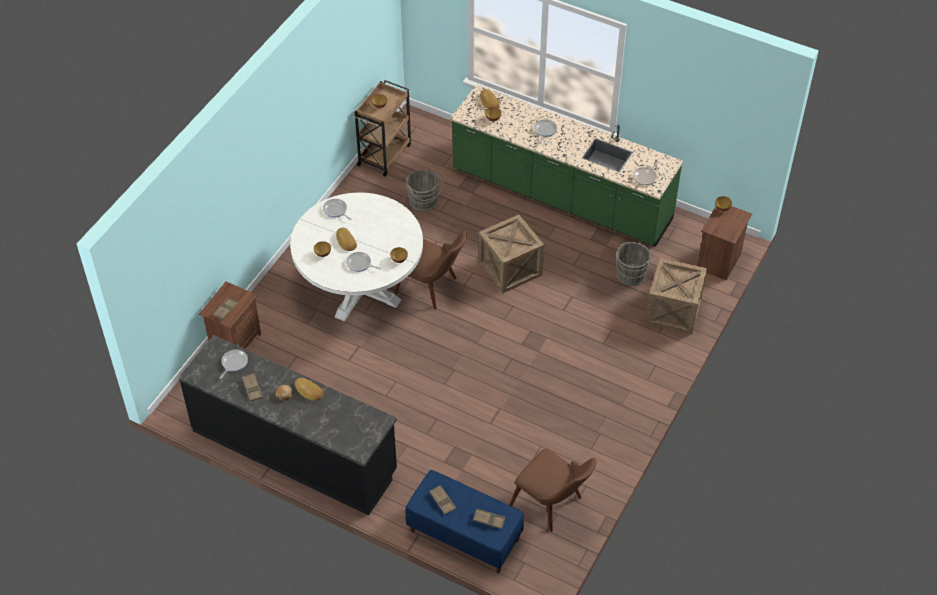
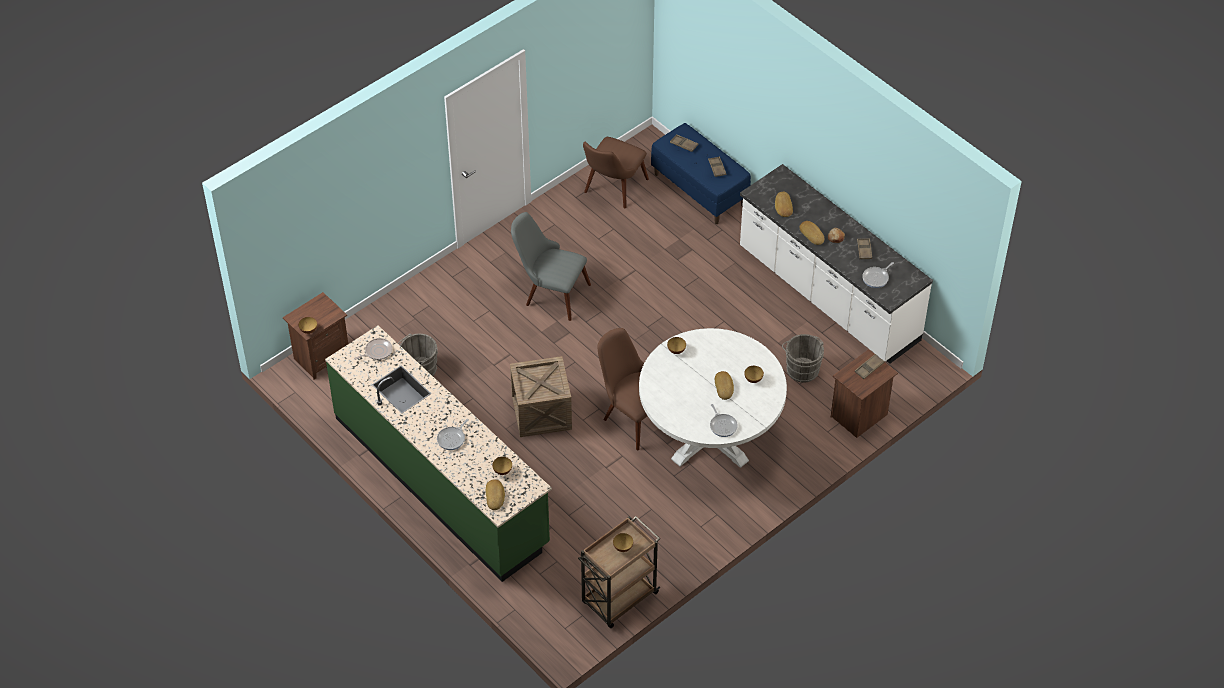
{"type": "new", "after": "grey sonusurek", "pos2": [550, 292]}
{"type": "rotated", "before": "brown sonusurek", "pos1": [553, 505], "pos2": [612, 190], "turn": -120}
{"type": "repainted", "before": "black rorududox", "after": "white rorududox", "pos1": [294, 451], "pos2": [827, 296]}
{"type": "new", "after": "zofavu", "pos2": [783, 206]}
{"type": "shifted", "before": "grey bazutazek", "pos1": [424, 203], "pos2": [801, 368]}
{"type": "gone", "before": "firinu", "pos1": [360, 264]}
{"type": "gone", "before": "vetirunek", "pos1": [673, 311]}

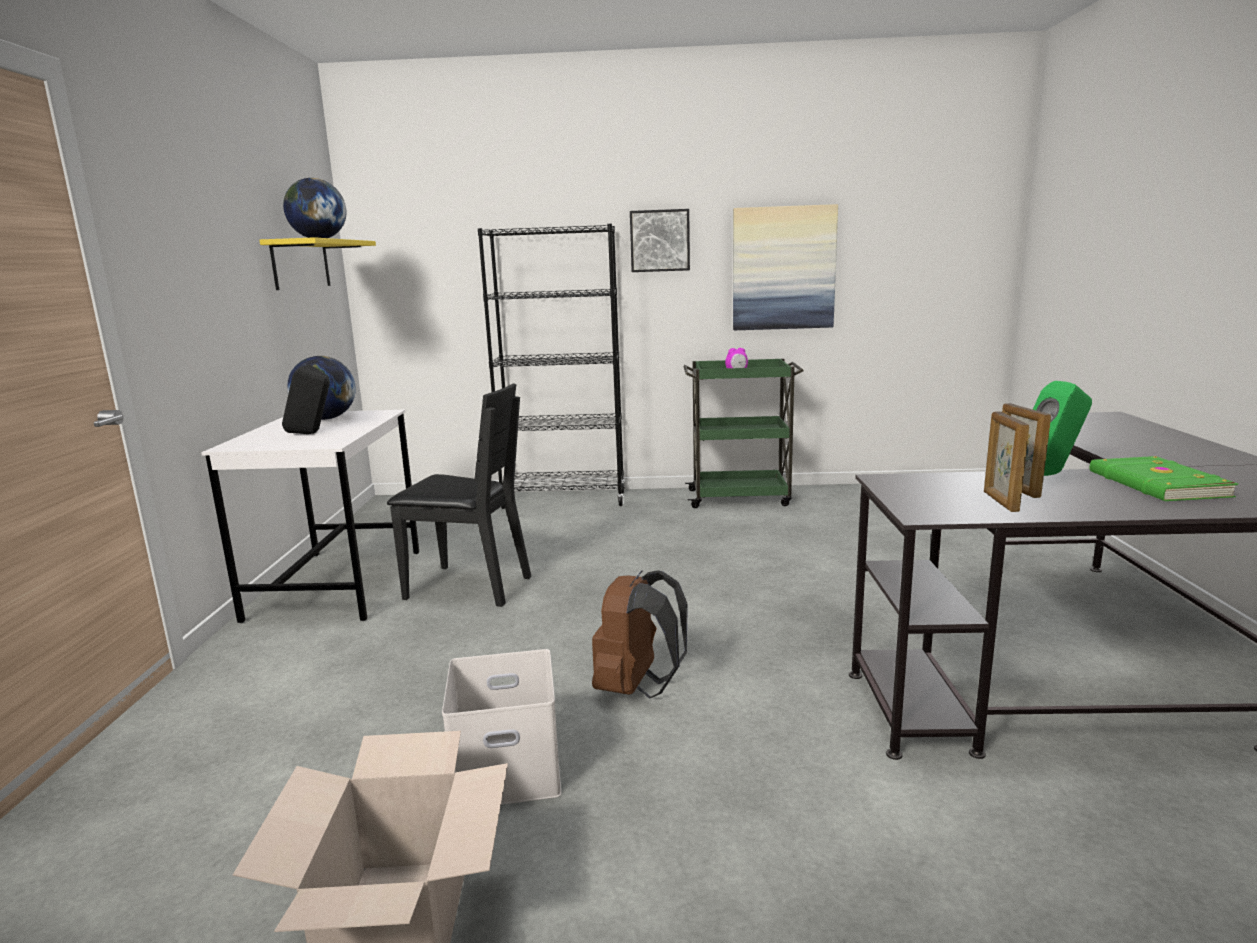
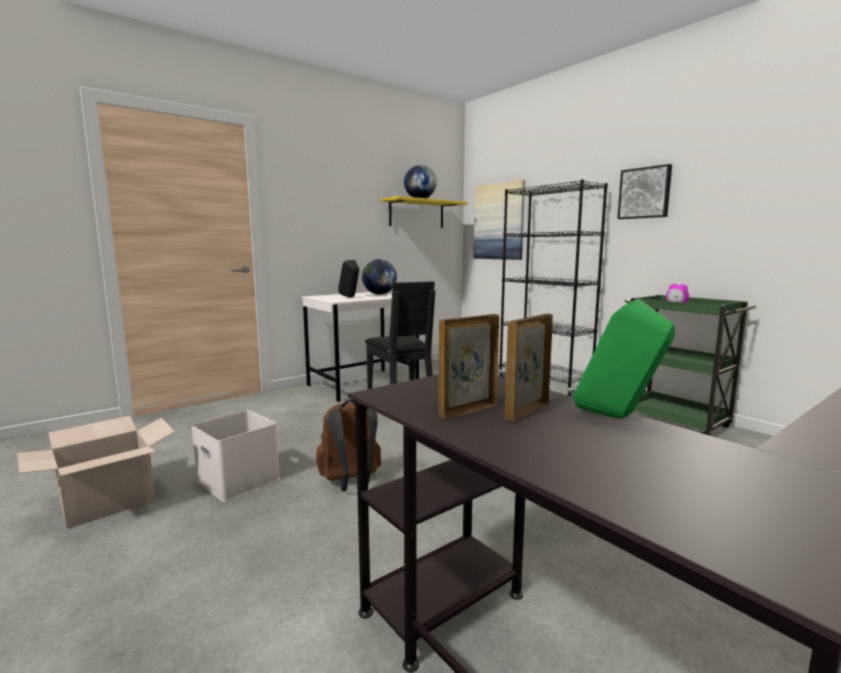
{"type": "shifted", "before": "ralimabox", "pos1": [783, 268], "pos2": [499, 221]}
{"type": "gone", "before": "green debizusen", "pos1": [1156, 484]}

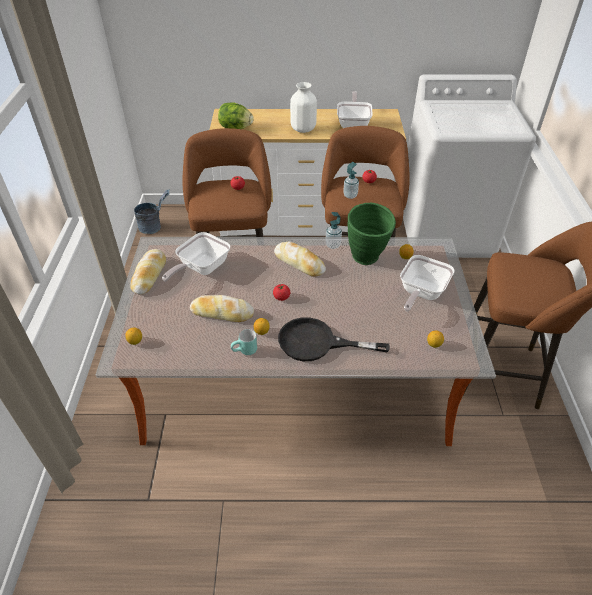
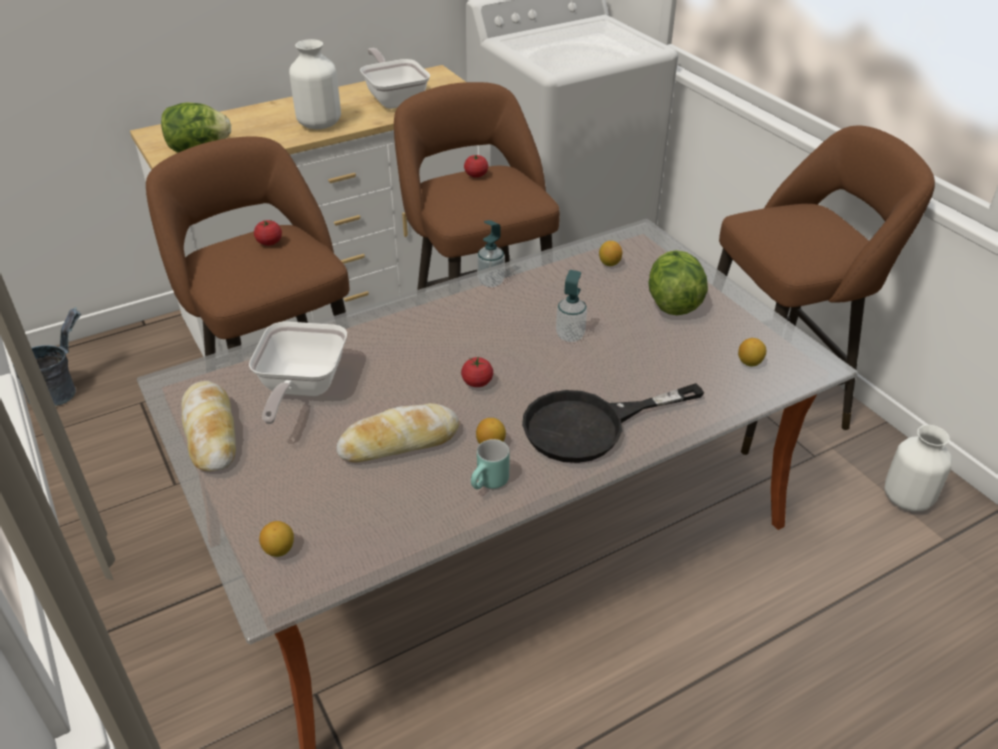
{"type": "shifted", "before": "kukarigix", "pos1": [350, 195], "pos2": [570, 335]}
{"type": "swapped", "before": "firinu", "after": "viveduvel", "pos1": [420, 293], "pos2": [673, 303]}
{"type": "new", "after": "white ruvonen", "pos2": [907, 499]}
{"type": "gone", "before": "zofavu", "pos1": [299, 263]}
{"type": "gone", "before": "green ruvonen", "pos1": [367, 260]}

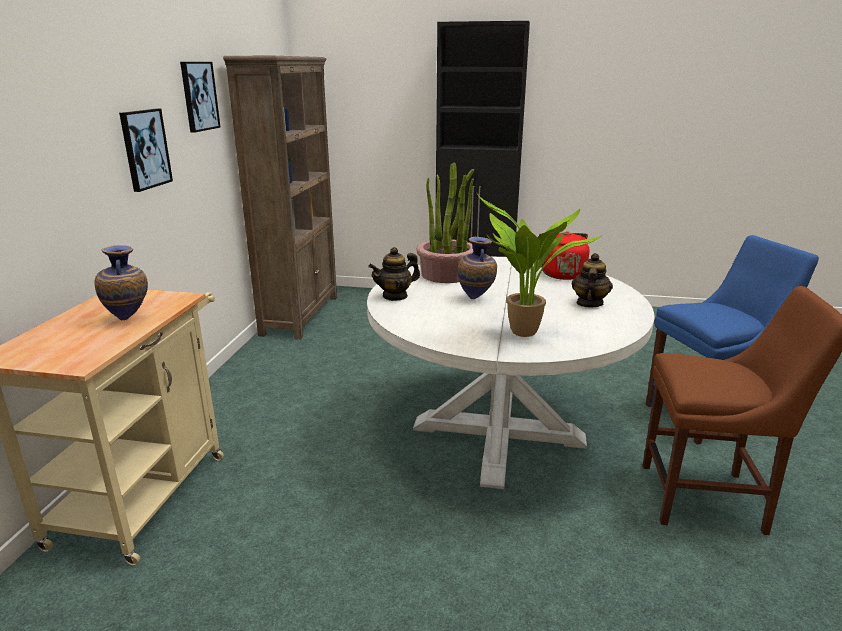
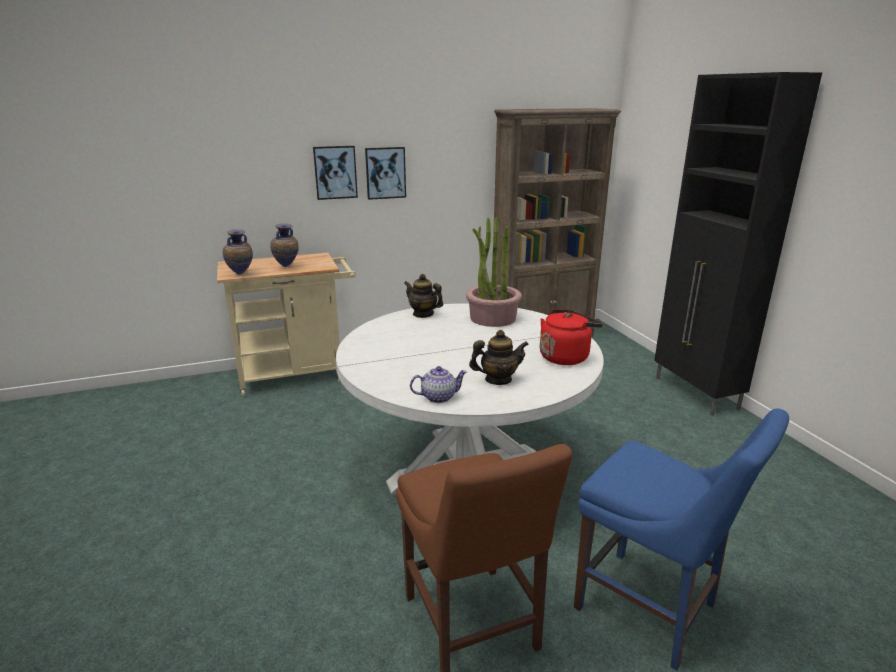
{"type": "shifted", "before": "ruvonen", "pos1": [476, 298], "pos2": [240, 275]}
{"type": "shifted", "before": "ralimabox", "pos1": [199, 96], "pos2": [335, 172]}
{"type": "new", "after": "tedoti", "pos2": [438, 397]}
{"type": "gone", "before": "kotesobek", "pos1": [523, 334]}

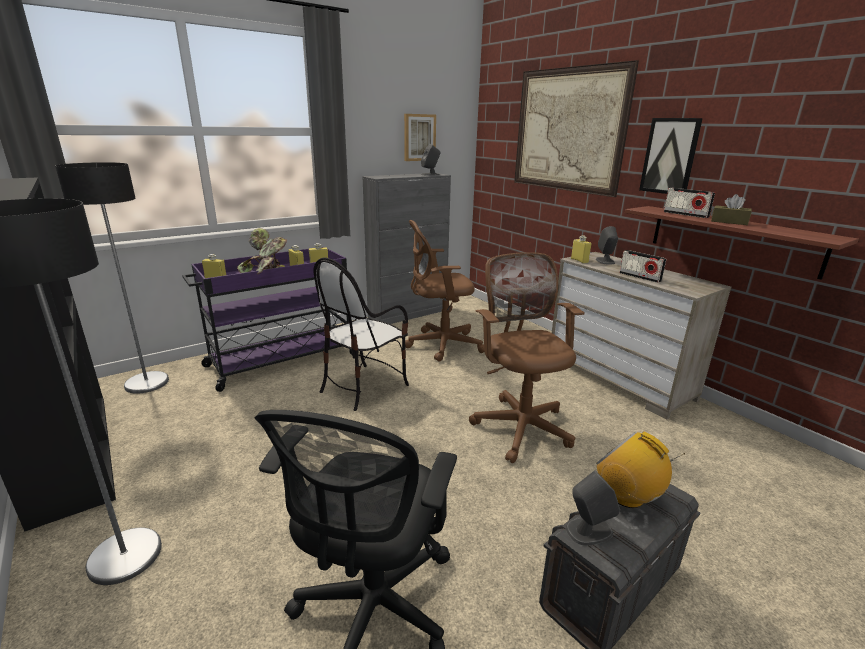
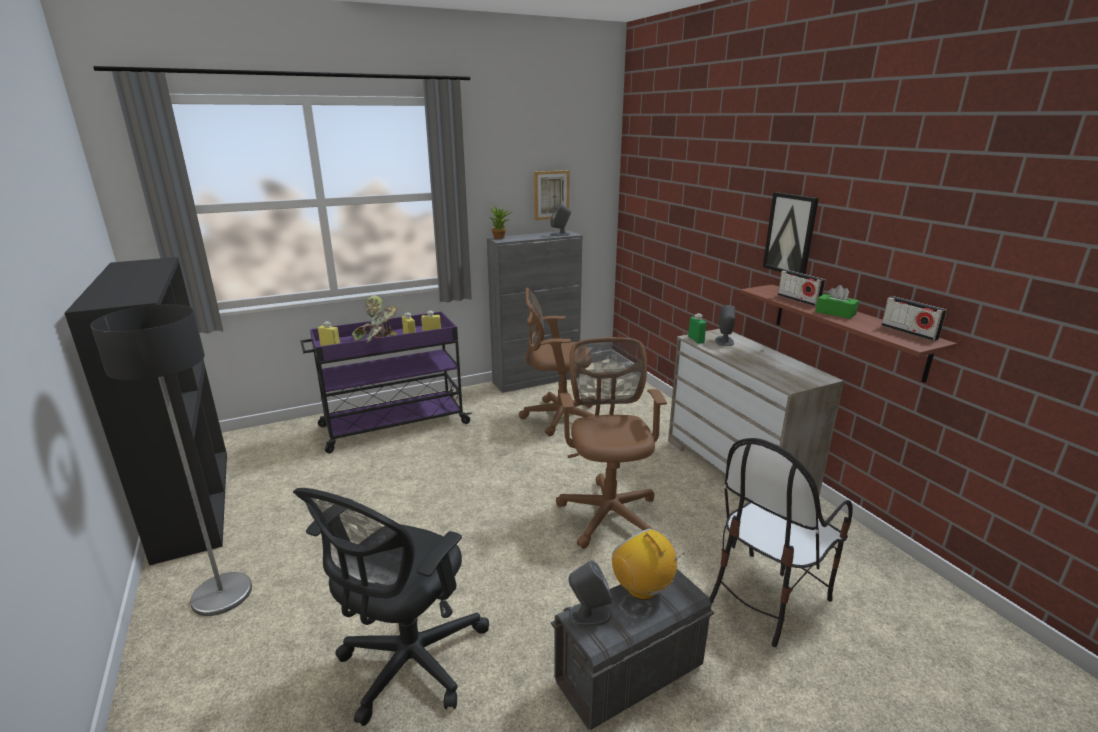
{"type": "new", "after": "kotesobek", "pos2": [501, 238]}
{"type": "repainted", "before": "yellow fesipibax", "after": "green fesipibax", "pos1": [579, 261], "pos2": [696, 340]}
{"type": "shifted", "before": "sonusurek", "pos1": [363, 386], "pos2": [766, 597]}
{"type": "repainted", "before": "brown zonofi", "after": "green zonofi", "pos1": [729, 222], "pos2": [835, 313]}
{"type": "shifted", "before": "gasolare", "pos1": [640, 277], "pos2": [909, 332]}
{"type": "gone", "before": "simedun", "pos1": [147, 383]}
{"type": "gone", "before": "ralimabox", "pos1": [568, 130]}

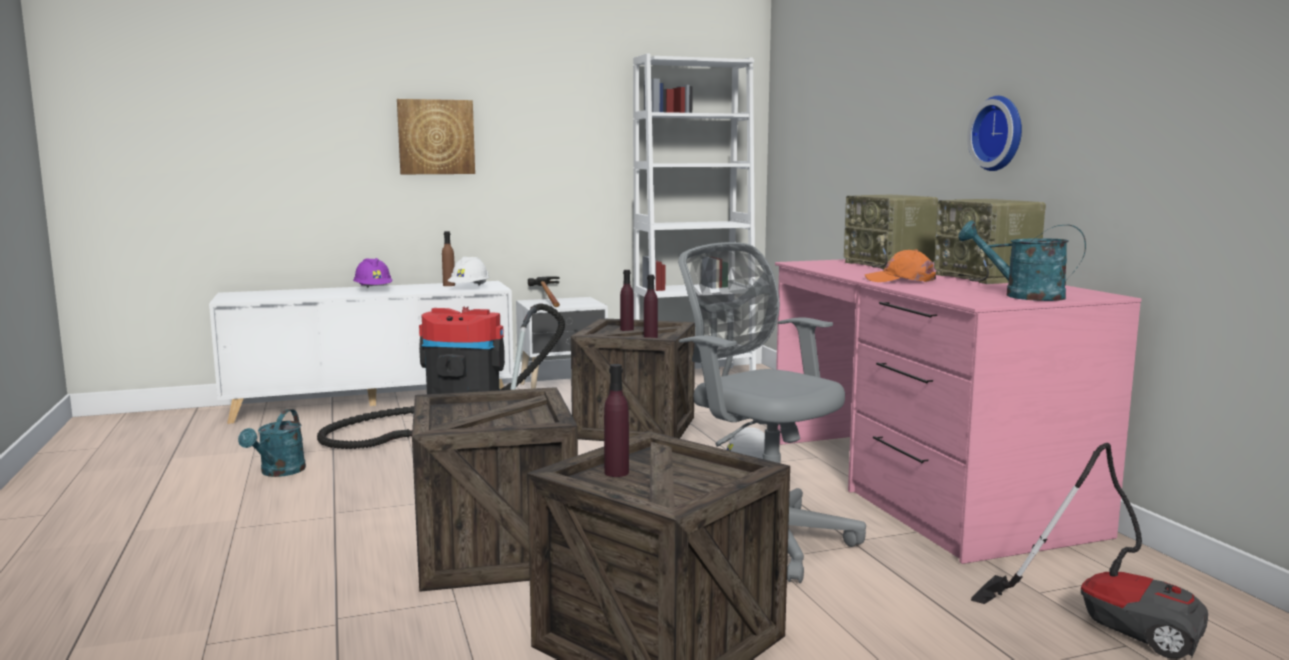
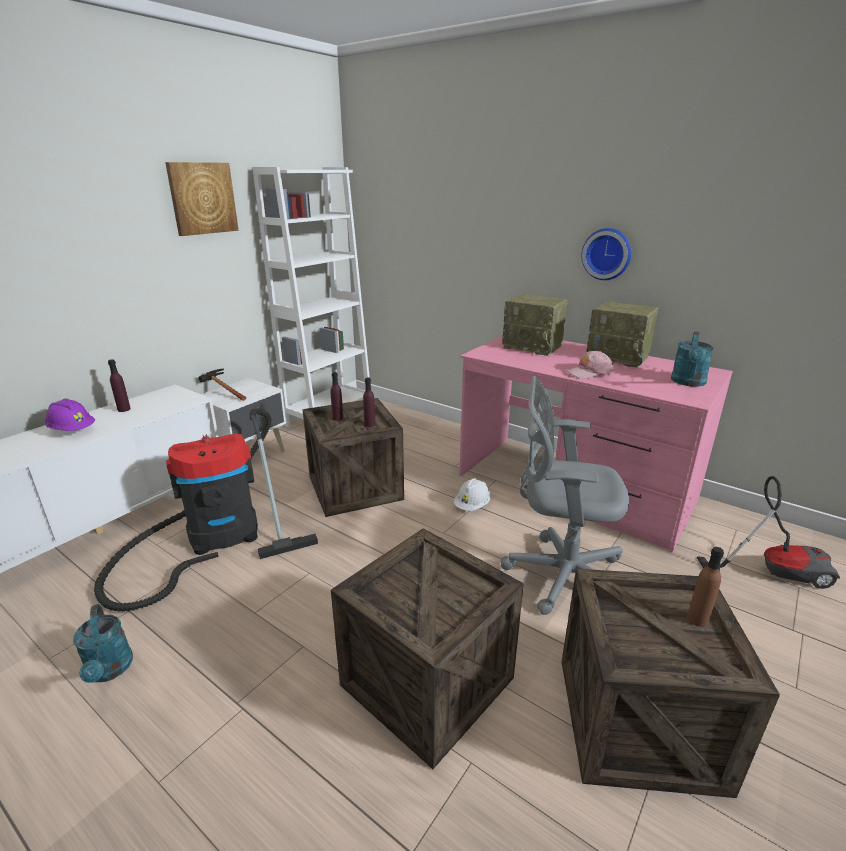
{"type": "shifted", "before": "purple fesipibax", "pos1": [616, 472], "pos2": [124, 409]}
{"type": "shifted", "before": "ralimabox", "pos1": [436, 137], "pos2": [202, 198]}
{"type": "repainted", "before": "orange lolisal", "after": "pink lolisal", "pos1": [900, 280], "pos2": [589, 372]}
{"type": "rotated", "before": "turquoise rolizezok", "pos1": [1022, 296], "pos2": [688, 382], "turn": -60}
{"type": "shifted", "before": "brown fesipibax", "pos1": [449, 285], "pos2": [697, 619]}
{"type": "gone", "before": "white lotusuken", "pos1": [469, 288]}

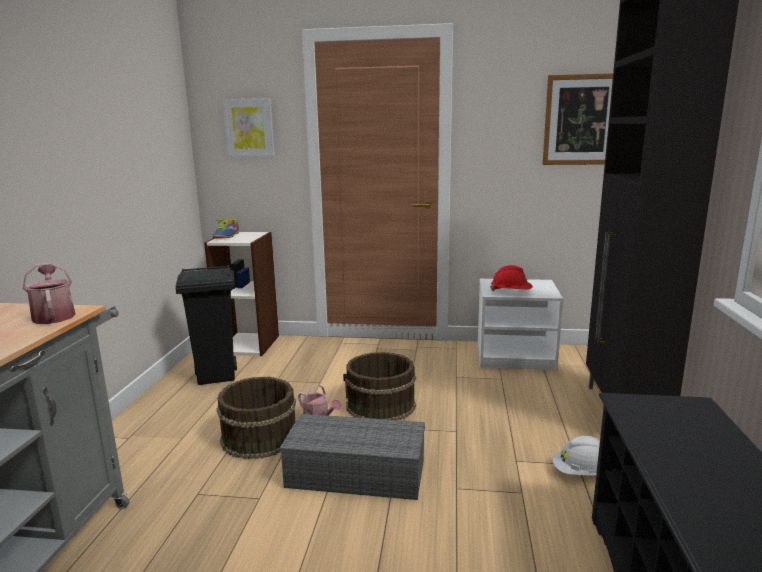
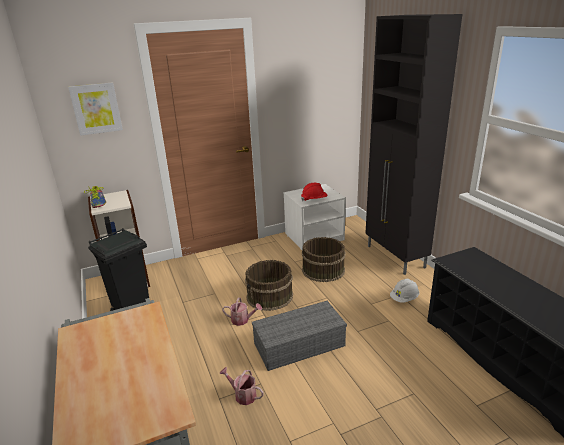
{"type": "shifted", "before": "rolizezok", "pos1": [53, 315], "pos2": [242, 395]}
{"type": "shifted", "before": "brown bazutazek", "pos1": [258, 437], "pos2": [323, 270]}
{"type": "gone", "before": "ralimabox", "pos1": [581, 120]}

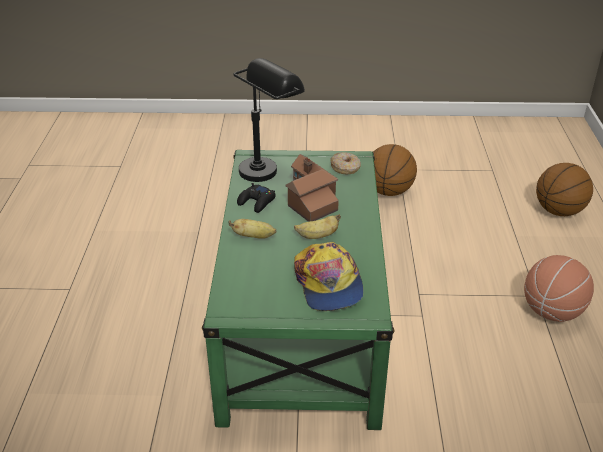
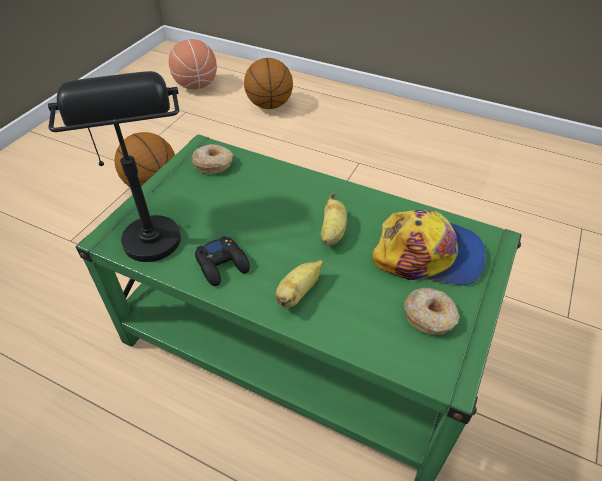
{"type": "shifted", "before": "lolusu", "pos1": [552, 311], "pos2": [196, 85]}
{"type": "new", "after": "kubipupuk", "pos2": [429, 316]}
{"type": "gone", "before": "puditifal", "pos1": [310, 200]}

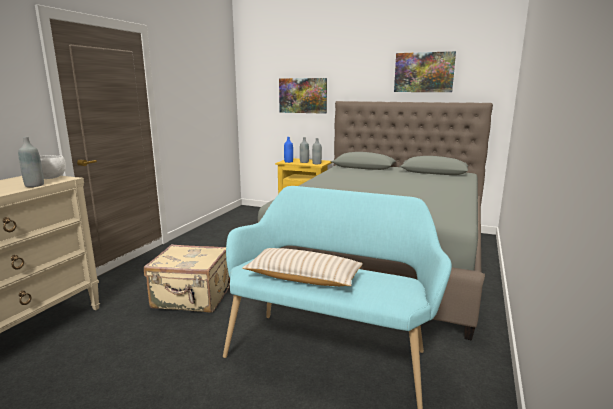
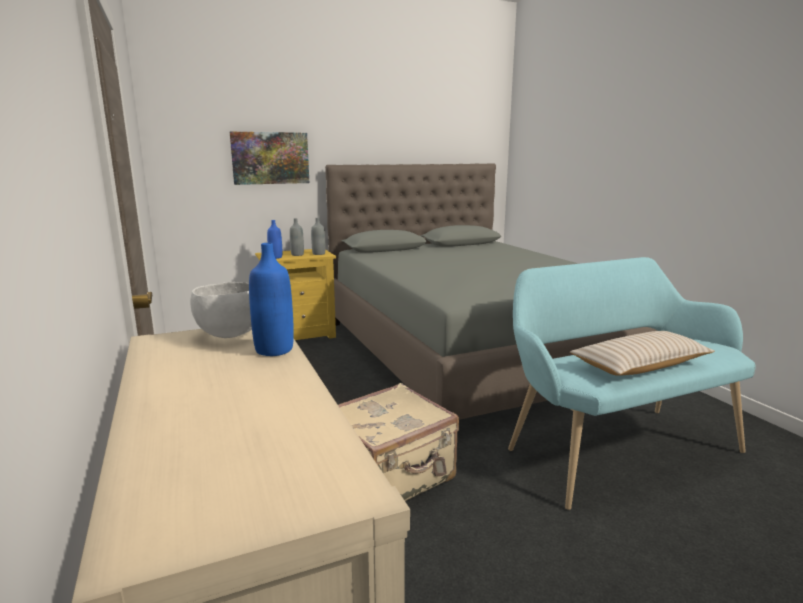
{"type": "repainted", "before": "grey fesipibax", "after": "blue fesipibax", "pos1": [34, 185], "pos2": [274, 350]}
{"type": "gone", "before": "ralimabox", "pos1": [424, 72]}

